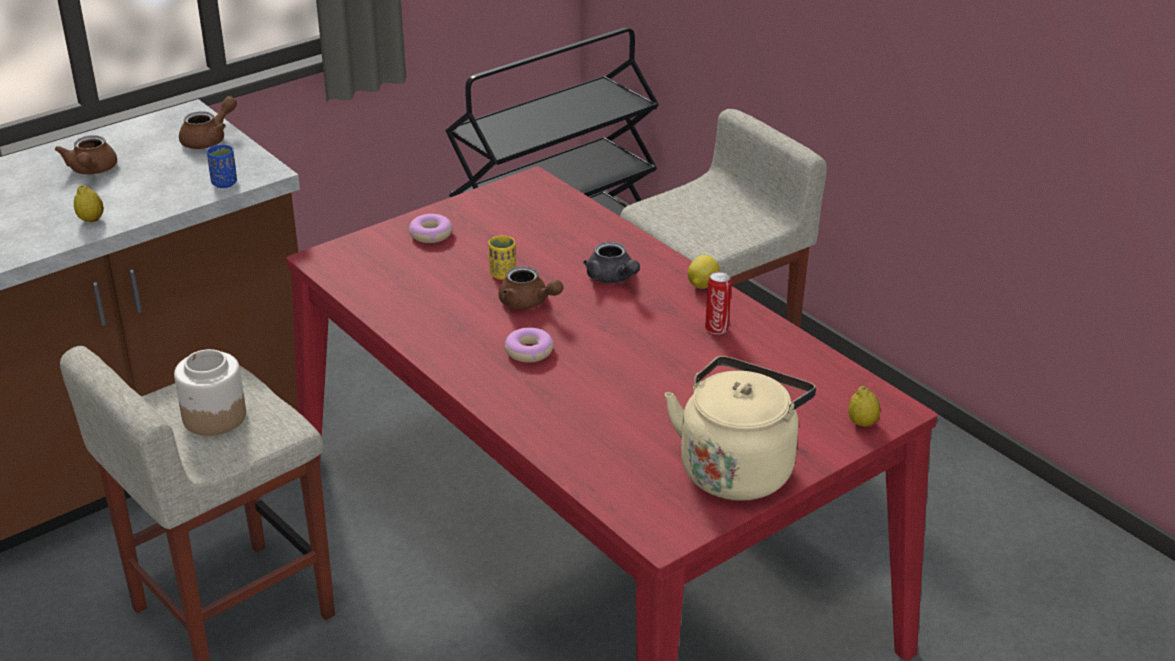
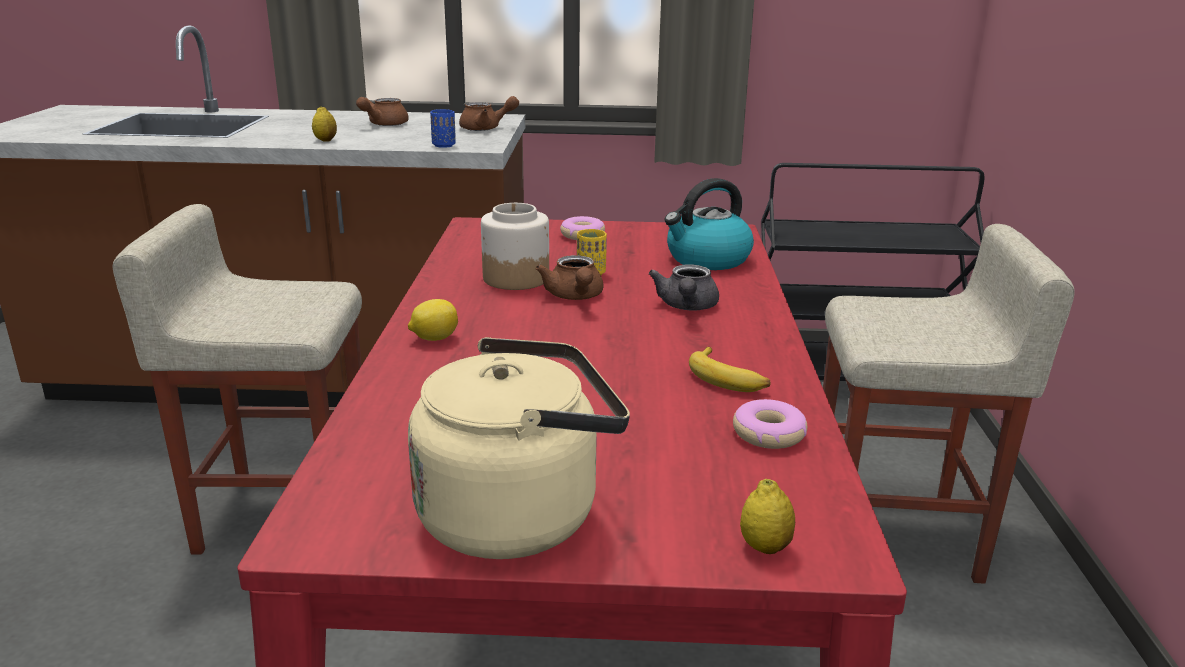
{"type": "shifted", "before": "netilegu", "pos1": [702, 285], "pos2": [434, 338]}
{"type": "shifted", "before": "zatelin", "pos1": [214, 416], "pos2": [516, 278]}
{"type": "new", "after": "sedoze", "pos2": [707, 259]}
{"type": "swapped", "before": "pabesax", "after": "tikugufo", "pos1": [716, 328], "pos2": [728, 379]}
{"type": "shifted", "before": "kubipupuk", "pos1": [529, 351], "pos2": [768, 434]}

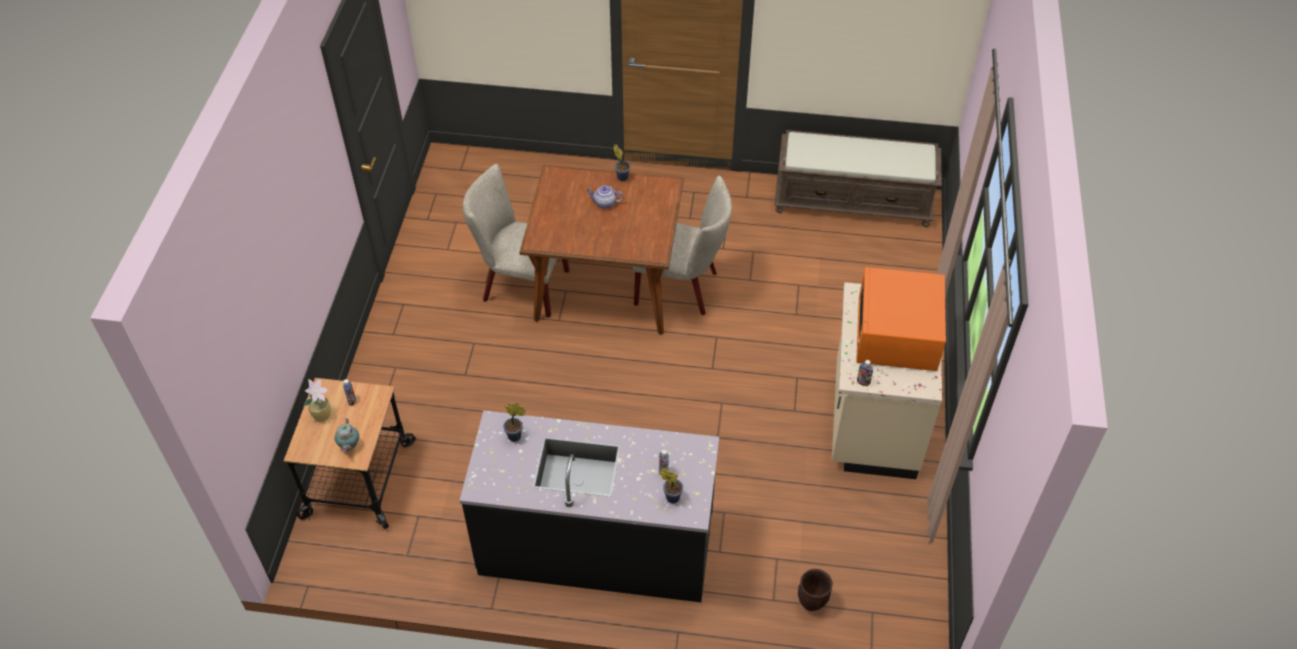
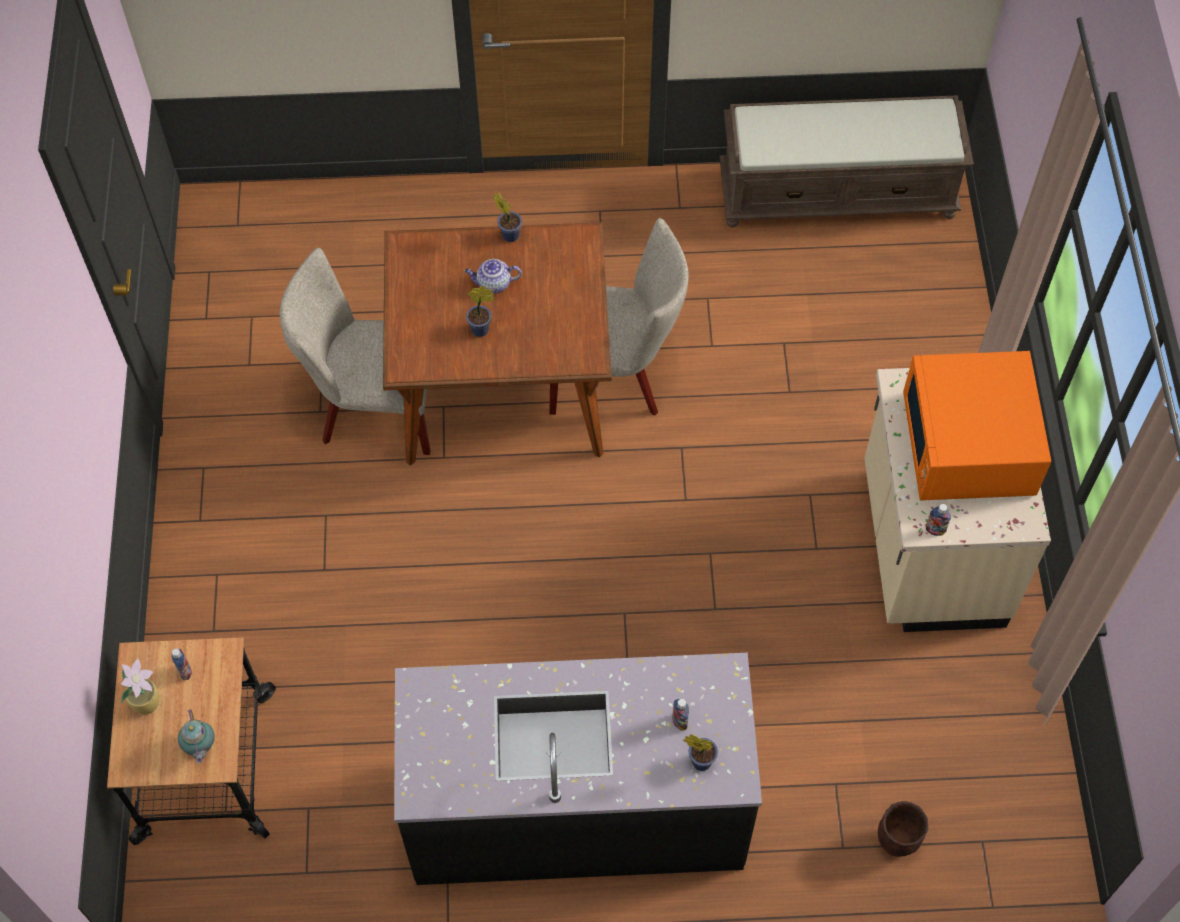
{"type": "shifted", "before": "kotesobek", "pos1": [516, 436], "pos2": [482, 329]}

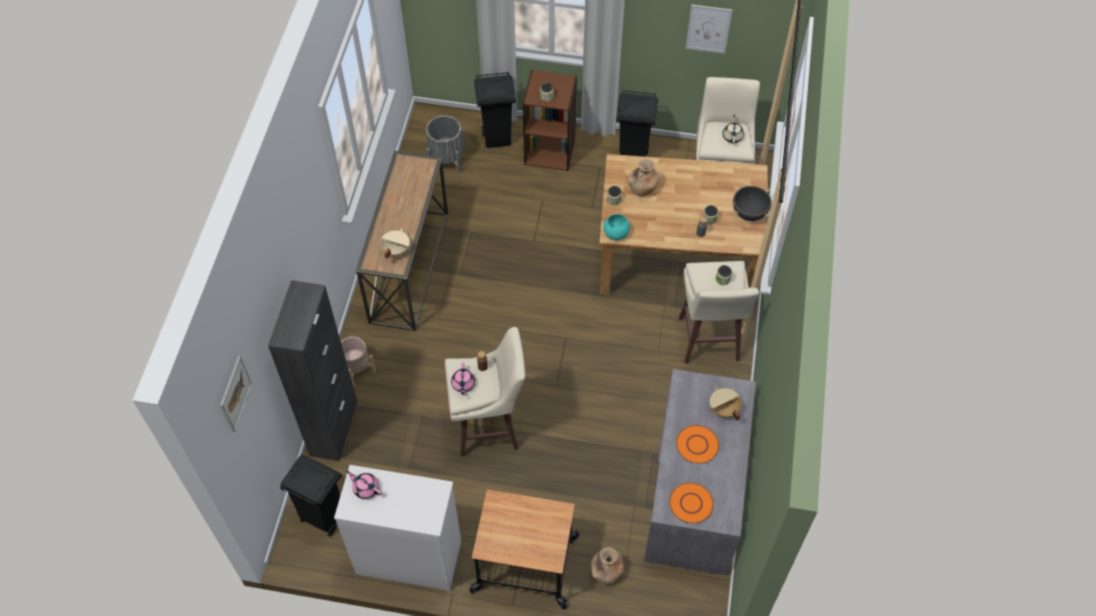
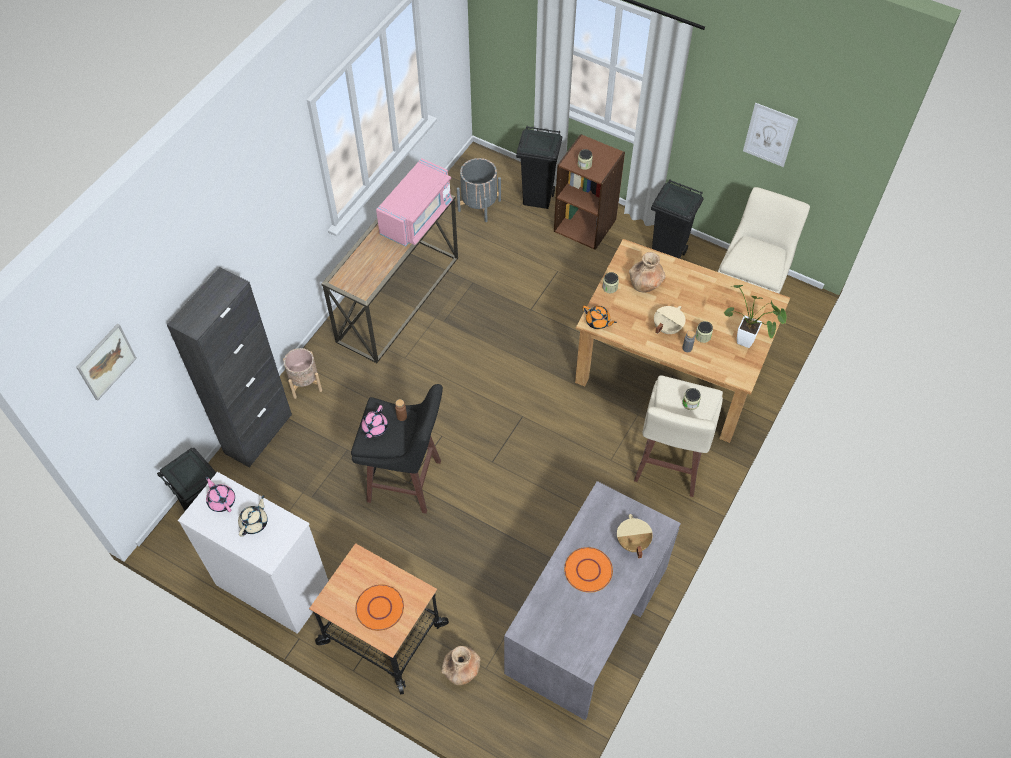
{"type": "shifted", "before": "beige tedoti", "pos1": [732, 136], "pos2": [254, 522]}
{"type": "repainted", "before": "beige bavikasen", "after": "black bavikasen", "pos1": [489, 428], "pos2": [406, 482]}
{"type": "shifted", "before": "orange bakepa", "pos1": [691, 503], "pos2": [379, 607]}
{"type": "new", "after": "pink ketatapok", "pos2": [417, 217]}
{"type": "swapped", "before": "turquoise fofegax", "after": "orange tedoti", "pos1": [616, 233], "pos2": [598, 322]}
{"type": "shifted", "before": "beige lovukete", "pos1": [395, 250], "pos2": [666, 327]}
{"type": "swapped", "before": "black lovukete", "after": "kotesobek", "pos1": [749, 213], "pos2": [749, 343]}

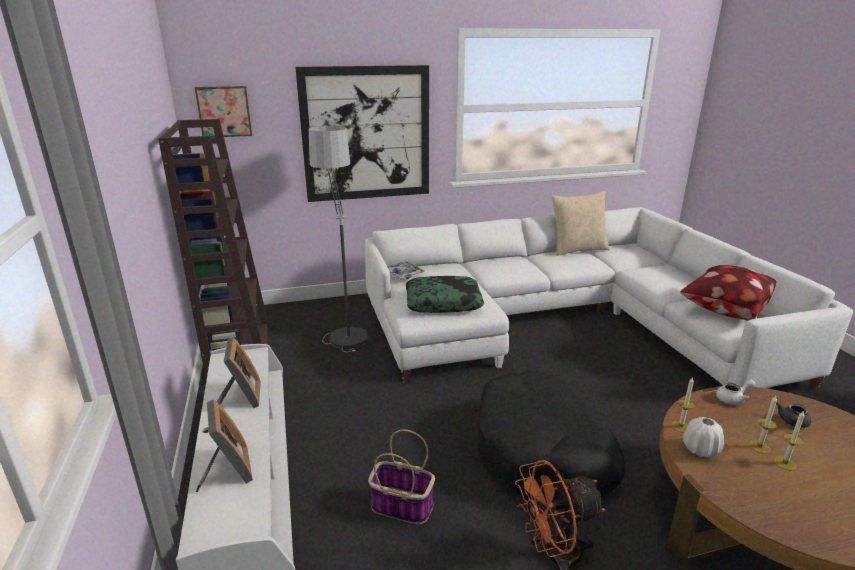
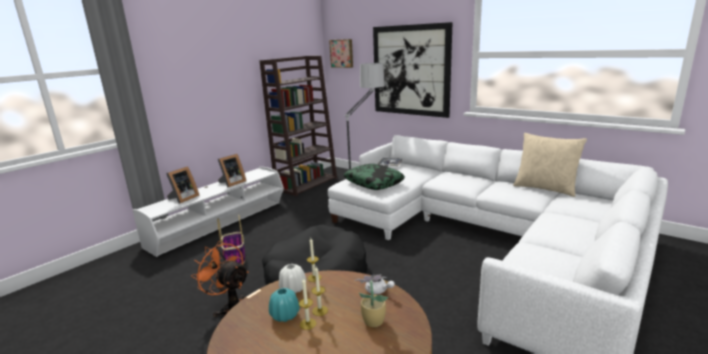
{"type": "new", "after": "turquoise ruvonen", "pos2": [285, 315]}
{"type": "swapped", "before": "grey tedoti", "after": "kotesobek", "pos1": [792, 423], "pos2": [372, 321]}
{"type": "gone", "before": "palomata", "pos1": [723, 310]}

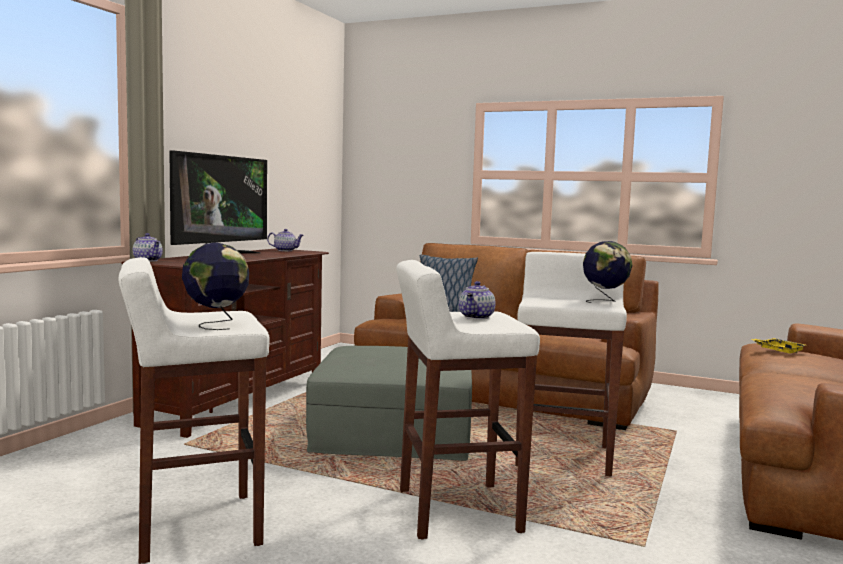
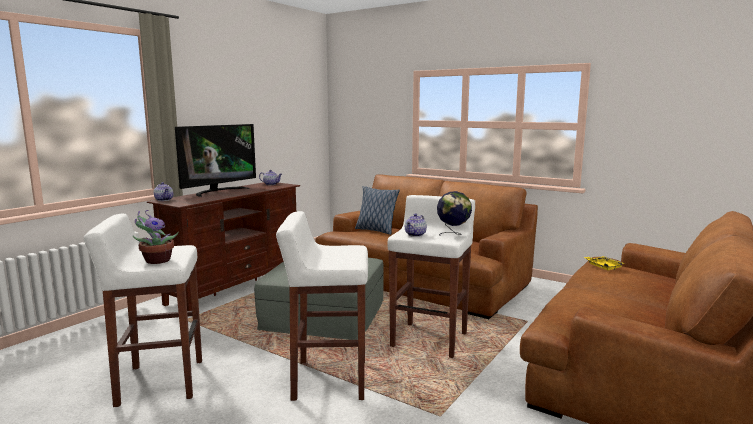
{"type": "swapped", "before": "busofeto", "after": "kotesobek", "pos1": [216, 325], "pos2": [156, 261]}
{"type": "shifted", "before": "tedoti", "pos1": [477, 317], "pos2": [415, 235]}

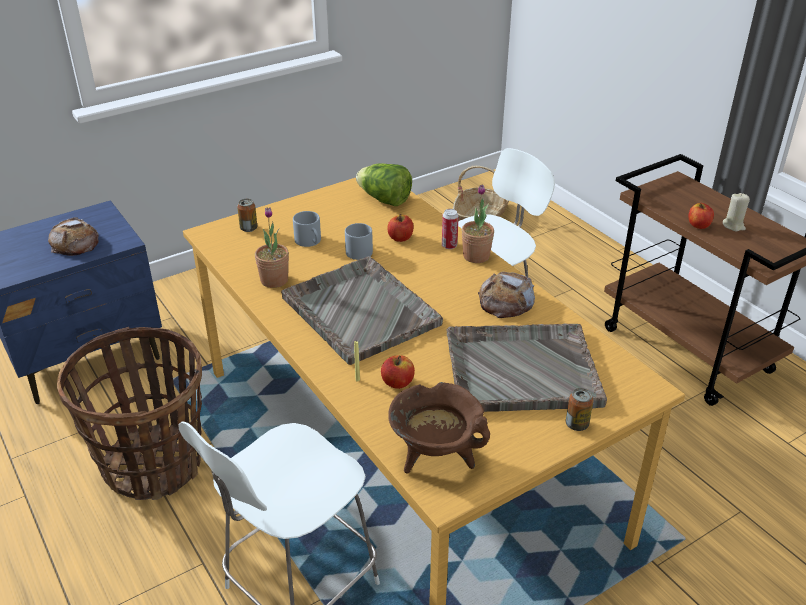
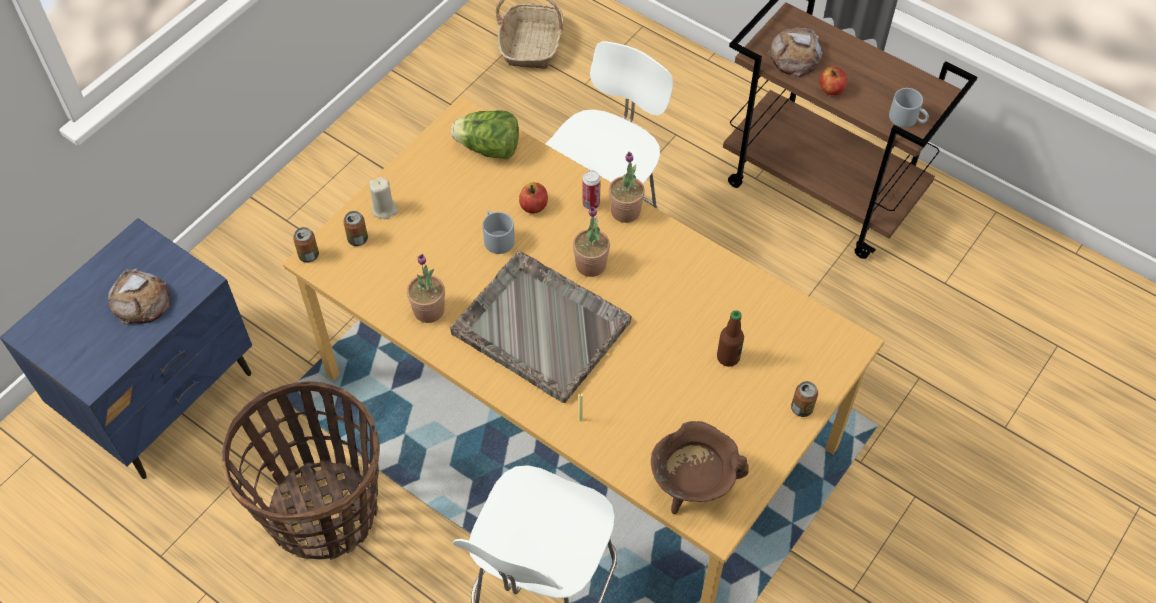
{"type": "new", "after": "pabesax", "pos2": [309, 255]}
{"type": "shifted", "before": "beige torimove", "pos1": [733, 226], "pos2": [384, 209]}
{"type": "new", "after": "kotesobek", "pos2": [591, 265]}
{"type": "swapped", "before": "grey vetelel", "after": "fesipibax", "pos1": [520, 370], "pos2": [728, 357]}
{"type": "shifted", "before": "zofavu", "pos1": [506, 301], "pos2": [795, 56]}
{"type": "shifted", "before": "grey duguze", "pos1": [310, 242], "pos2": [907, 119]}
{"type": "gone", "before": "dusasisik", "pos1": [397, 382]}

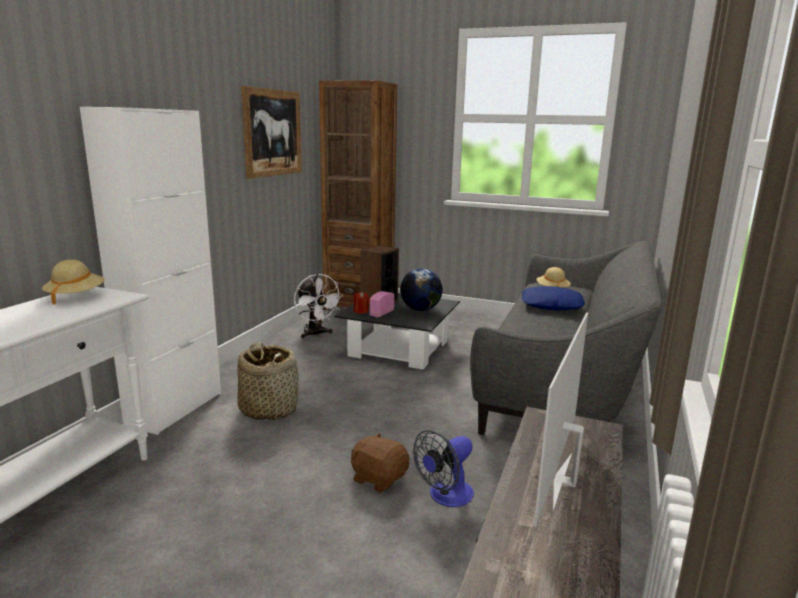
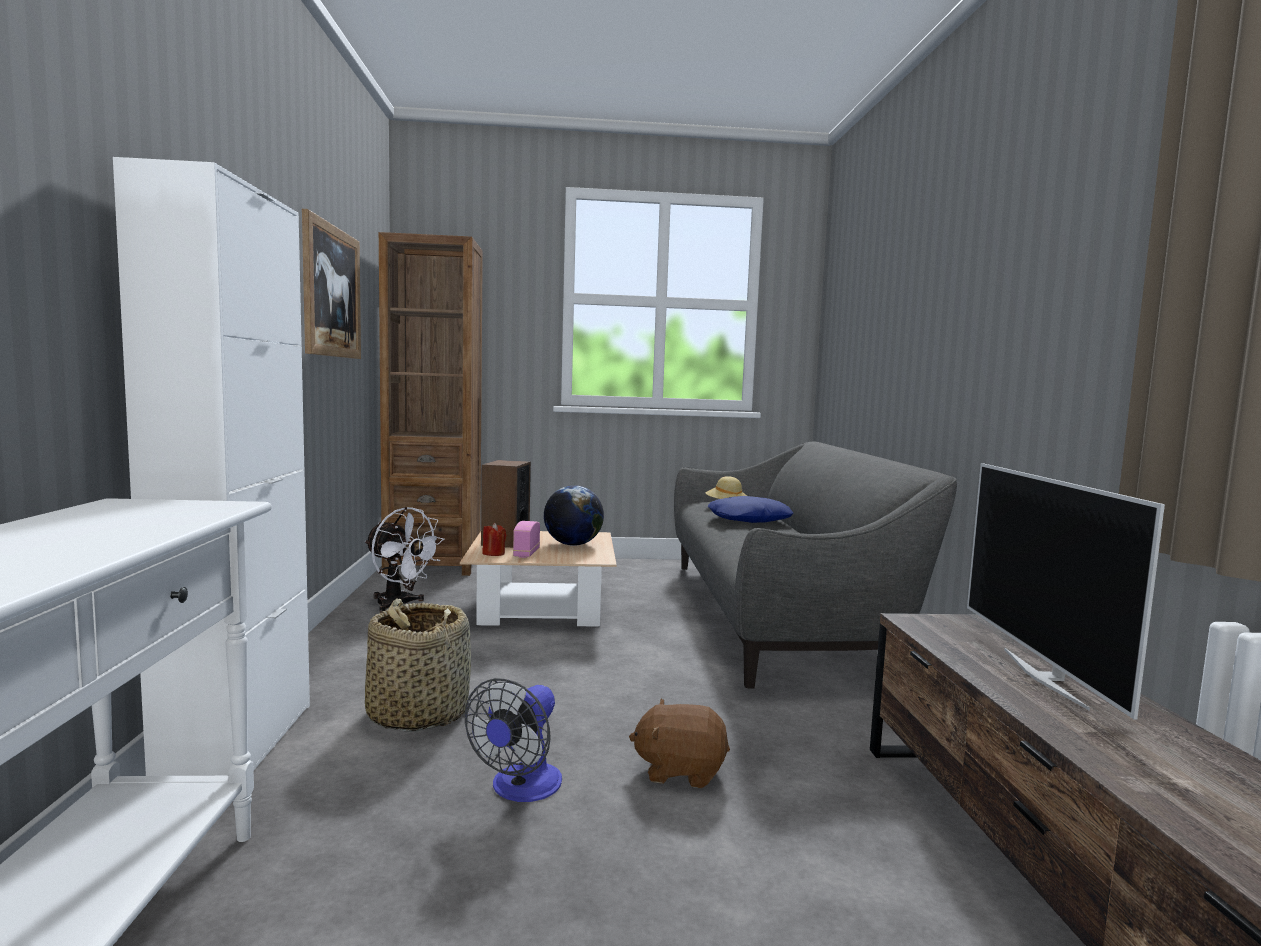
{"type": "repainted", "before": "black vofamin", "after": "beige vofamin", "pos1": [399, 349], "pos2": [541, 607]}
{"type": "shifted", "before": "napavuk", "pos1": [445, 496], "pos2": [520, 789]}
{"type": "gone", "before": "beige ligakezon", "pos1": [76, 297]}

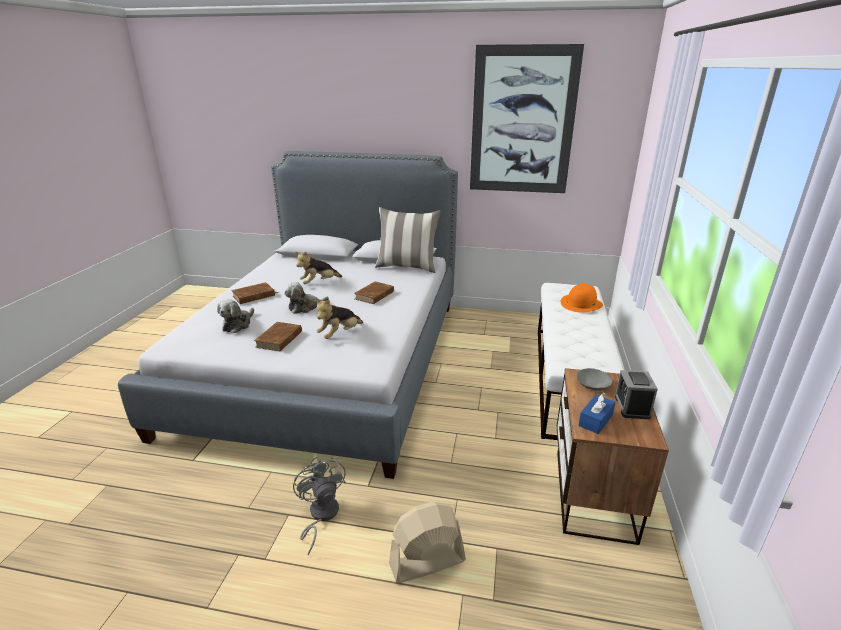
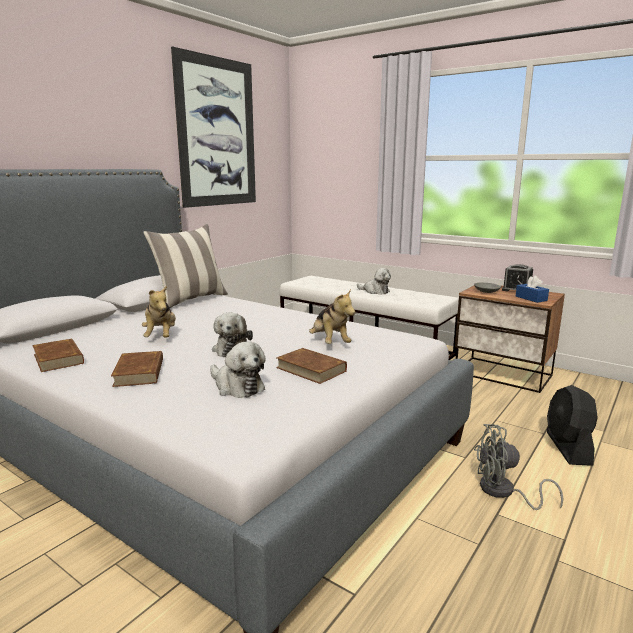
{"type": "shifted", "before": "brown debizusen", "pos1": [374, 295], "pos2": [59, 359]}
{"type": "new", "after": "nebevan", "pos2": [375, 291]}
{"type": "repainted", "before": "beige napavuk", "after": "black napavuk", "pos1": [427, 562], "pos2": [568, 448]}
{"type": "gone", "before": "orange ligakezon", "pos1": [581, 303]}

